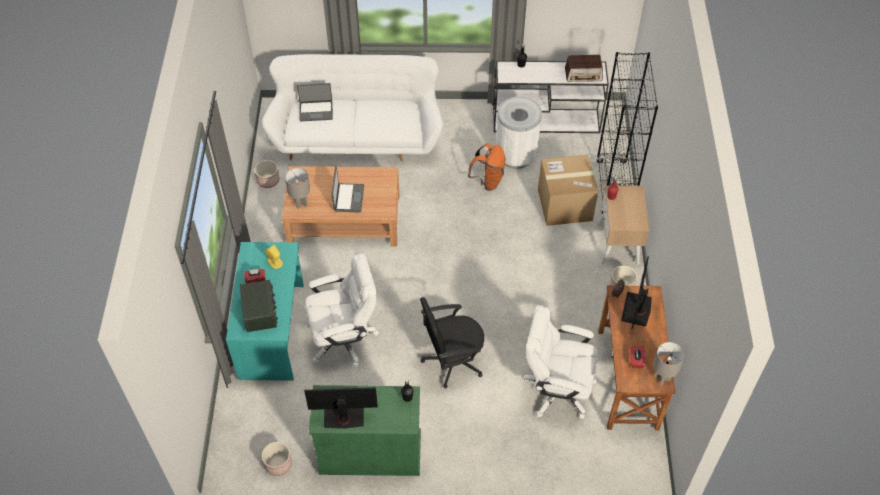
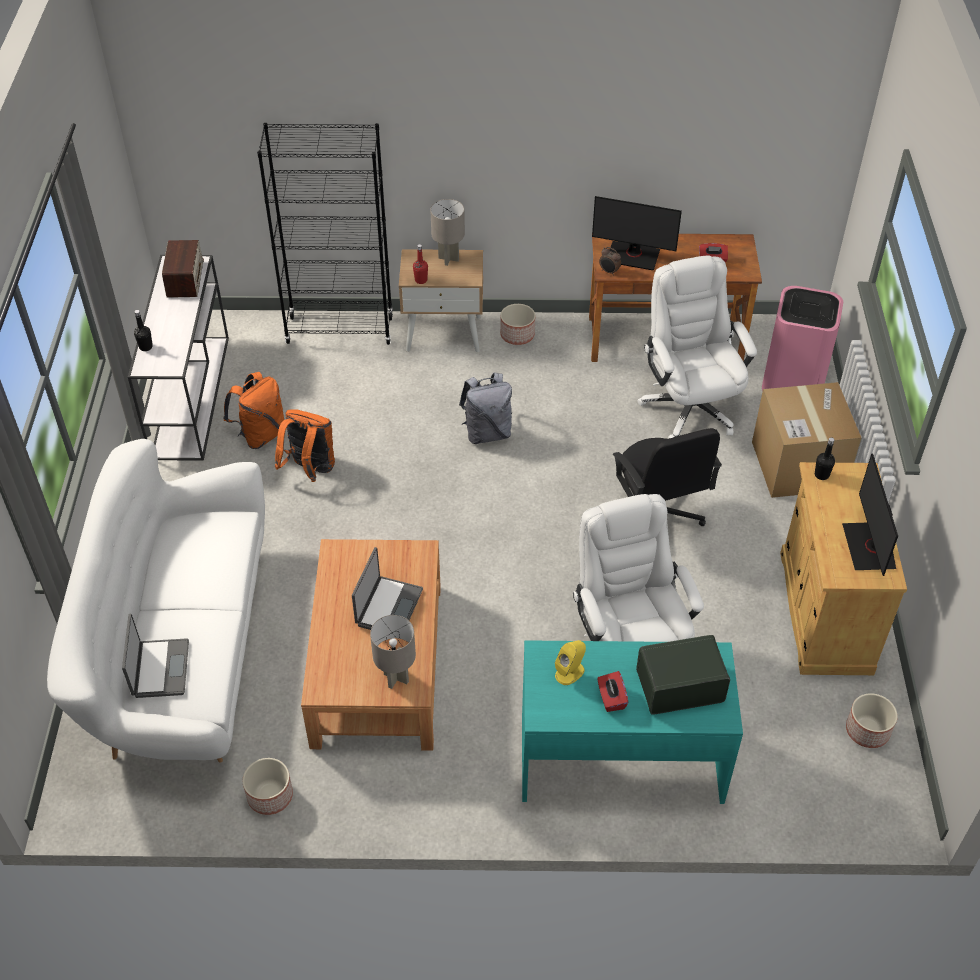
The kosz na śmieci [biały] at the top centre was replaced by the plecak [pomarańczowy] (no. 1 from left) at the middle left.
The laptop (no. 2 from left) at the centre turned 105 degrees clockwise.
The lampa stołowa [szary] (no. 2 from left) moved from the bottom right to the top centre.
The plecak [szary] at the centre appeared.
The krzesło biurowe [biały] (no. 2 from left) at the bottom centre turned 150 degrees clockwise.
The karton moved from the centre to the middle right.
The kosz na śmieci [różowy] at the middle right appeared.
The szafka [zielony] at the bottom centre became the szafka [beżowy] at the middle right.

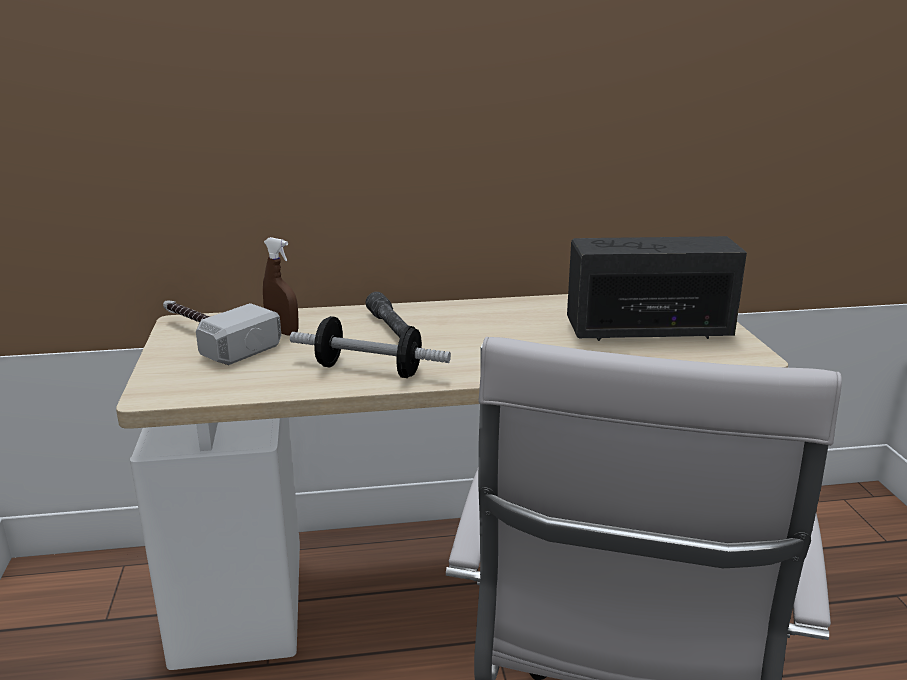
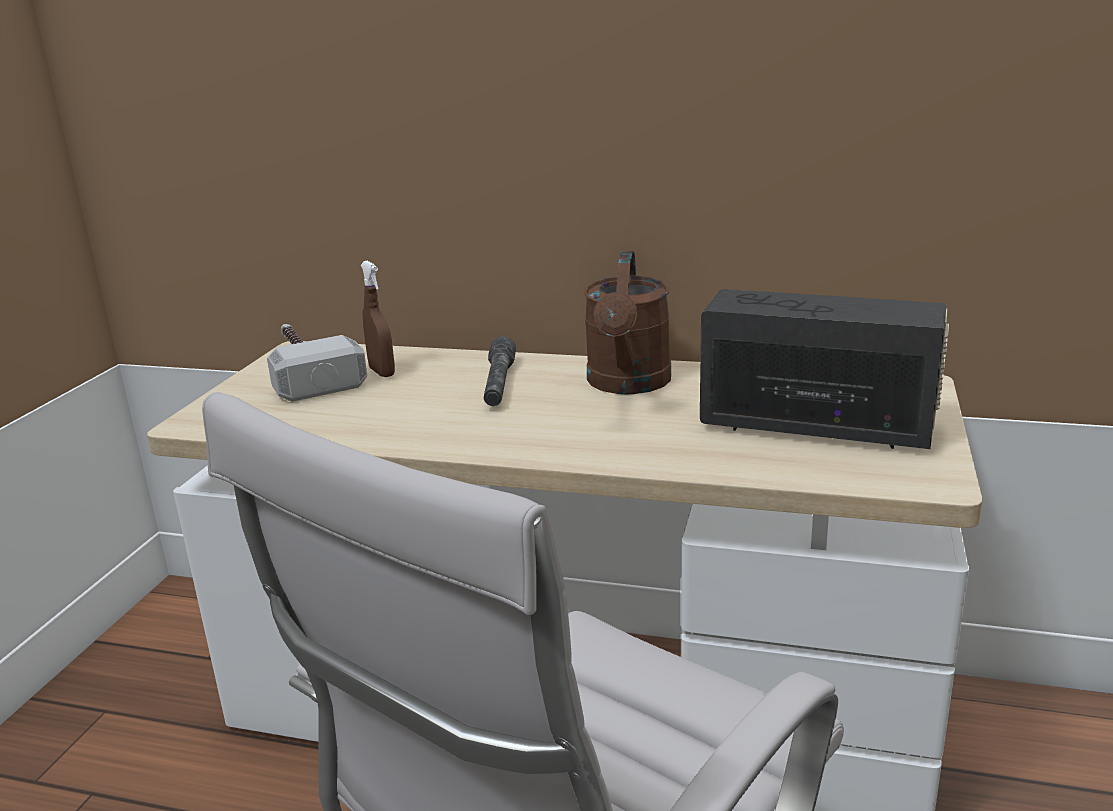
The konewka [brązowy] at the centre appeared.
The hantel at the centre disappeared.

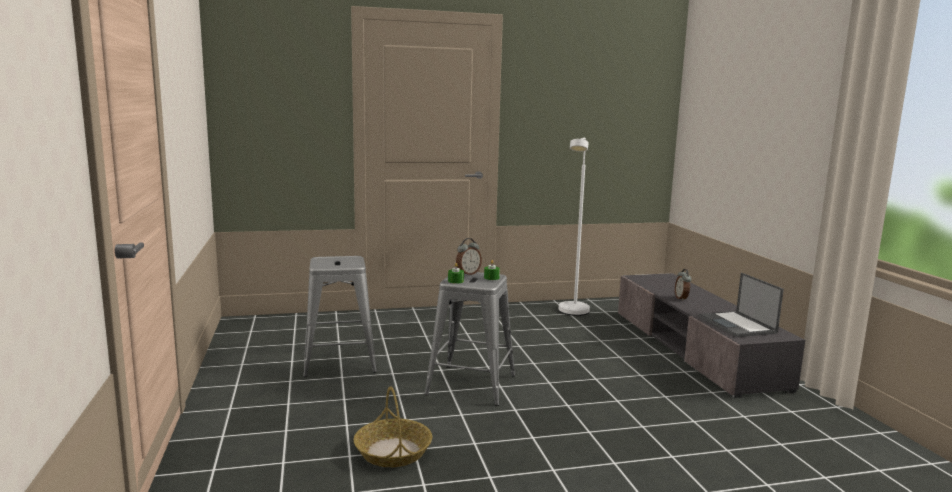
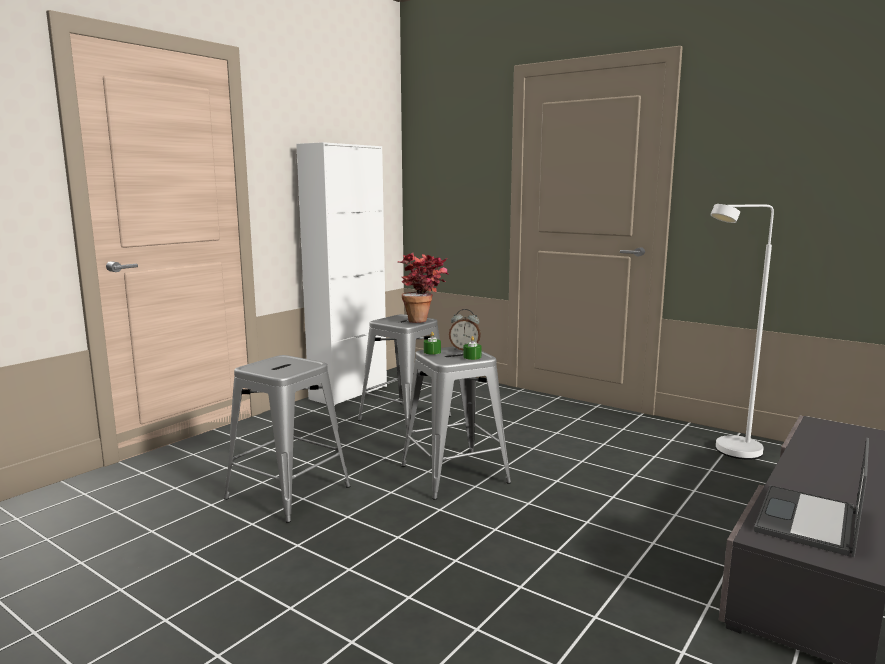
The koszyk at the bottom centre was replaced by the stołek [szary] (no. 1 from left) at the middle left.
The szafka [biały] at the centre appeared.
The roślina doniczkowa at the centre appeared.
The budzik (no. 2 from left) at the middle right disappeared.

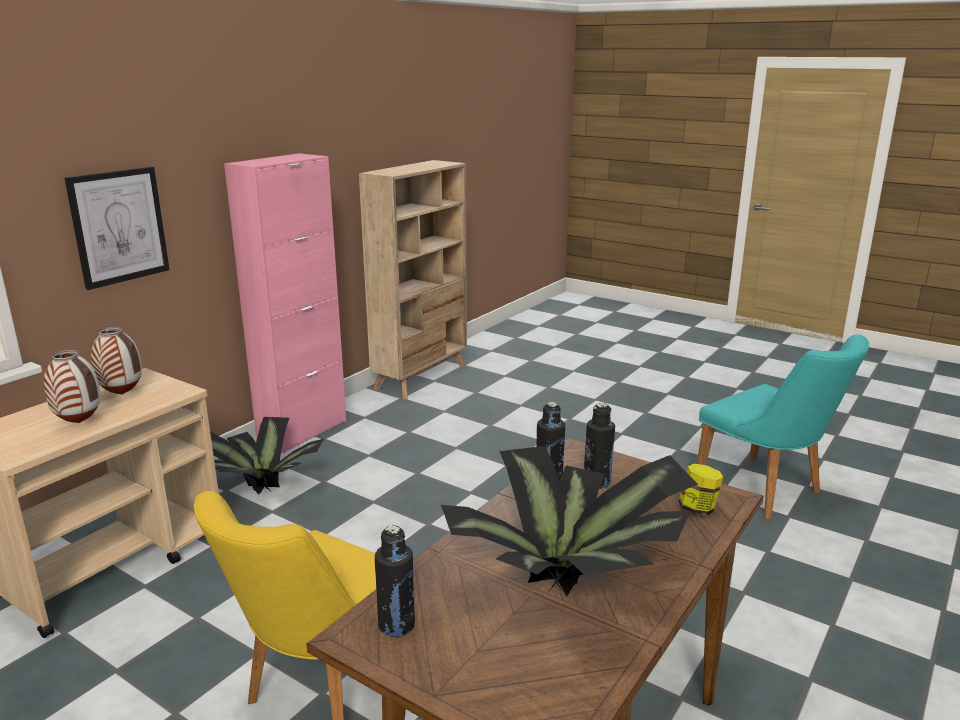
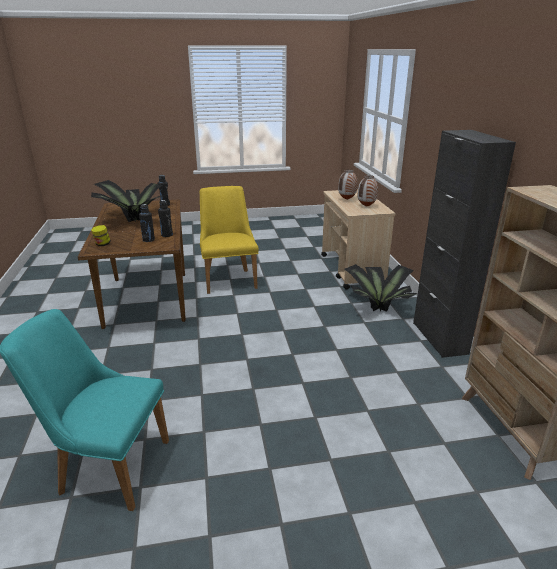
The szafka [różowy] at the middle left became the szafka [czarny] at the middle right.
The obraz at the top left disappeared.

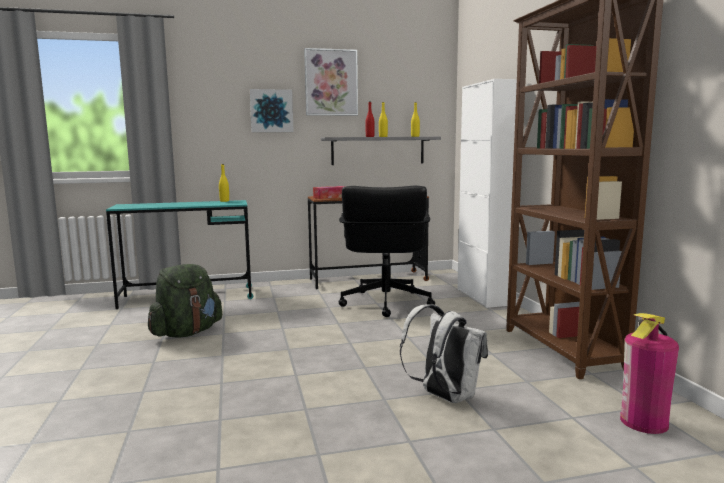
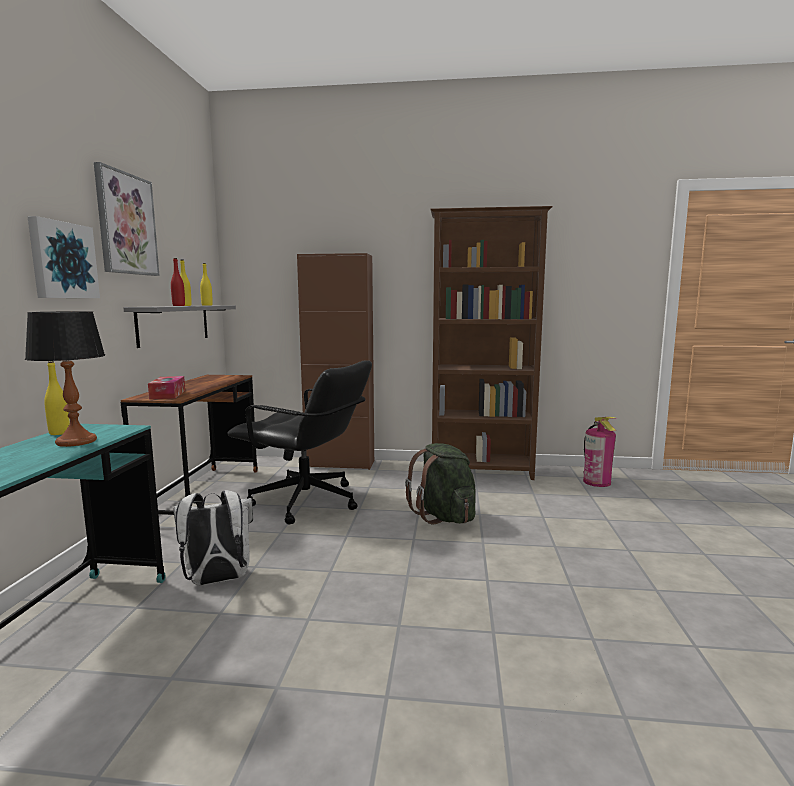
The lampa stołowa at the middle left appeared.
The plecak [biały] moved from the bottom centre to the bottom left.
The szafka [biały] at the middle right became the szafka [brązowy] at the centre.
The plecak [zielony] moved from the middle left to the centre.

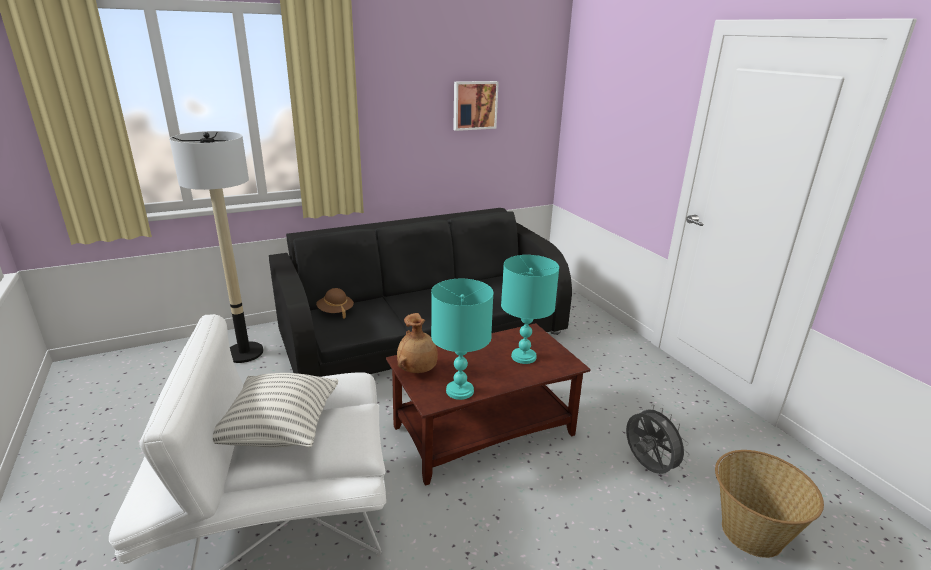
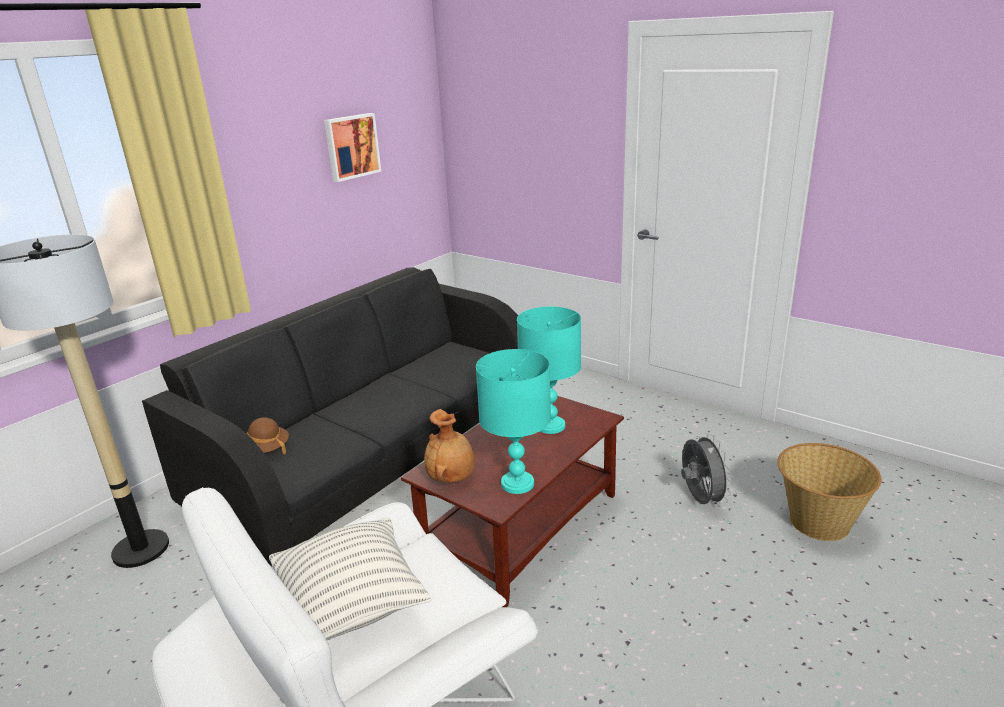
The wentylator [szary] at the bottom right turned 45 degrees clockwise.

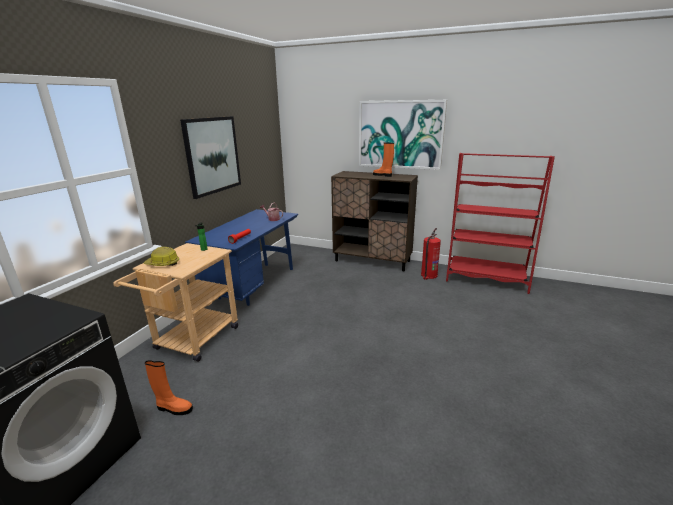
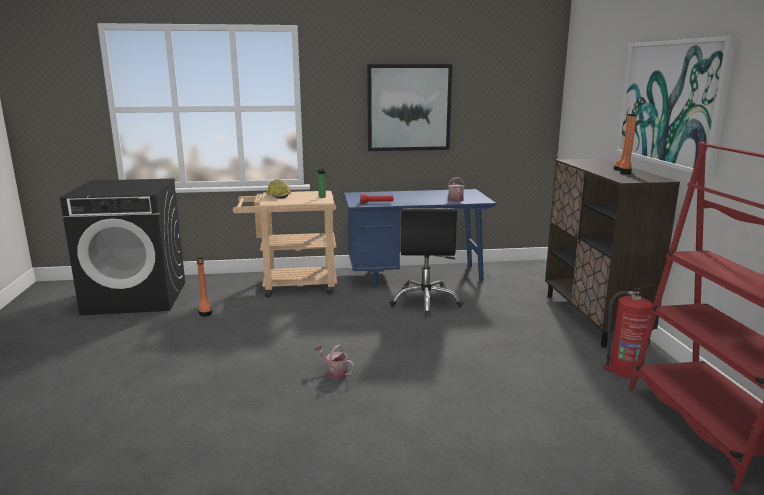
The konewka (no. 1 from left) at the bottom centre appeared.
The krzesło biurowe [czarny] at the centre appeared.

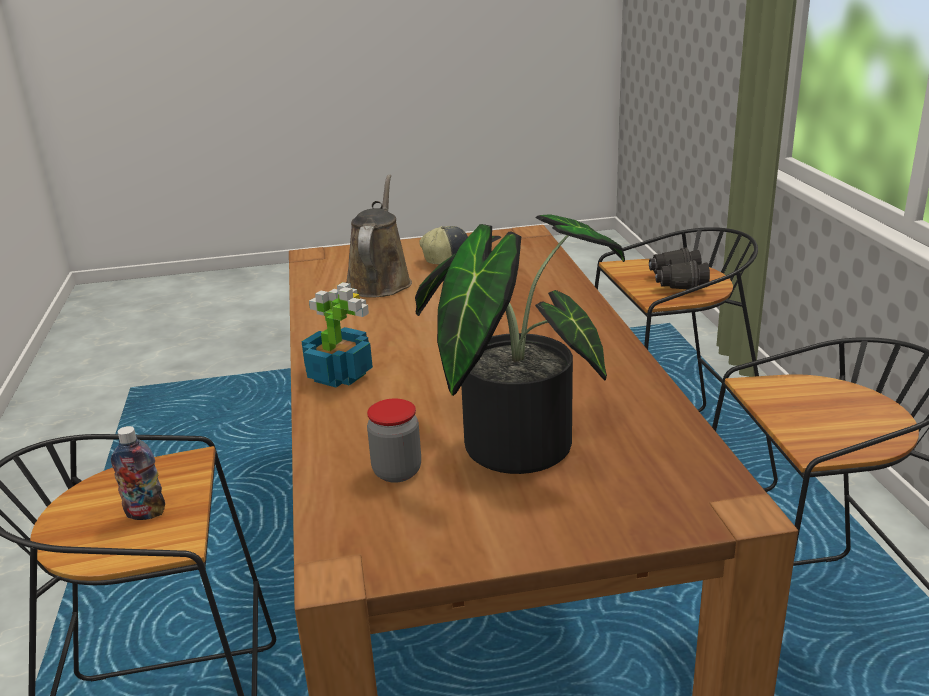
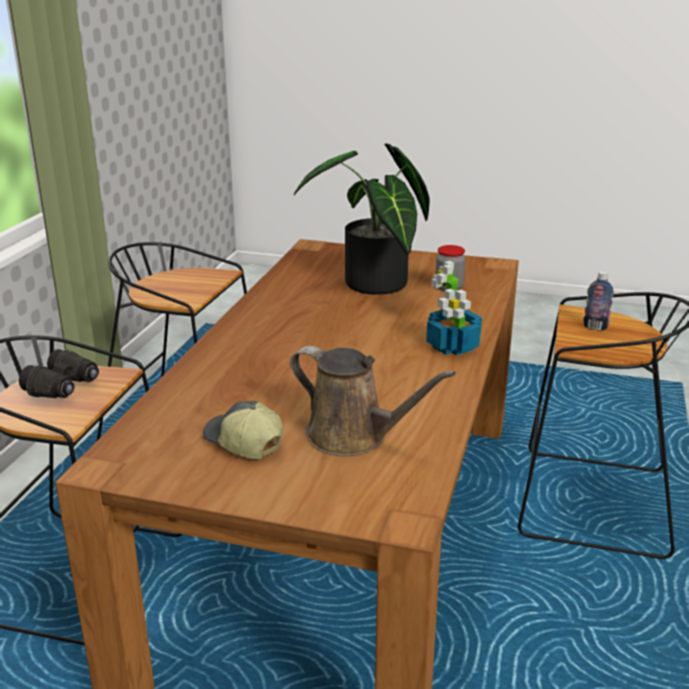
The konewka [brązowy] at the centre turned 90 degrees counterclockwise.

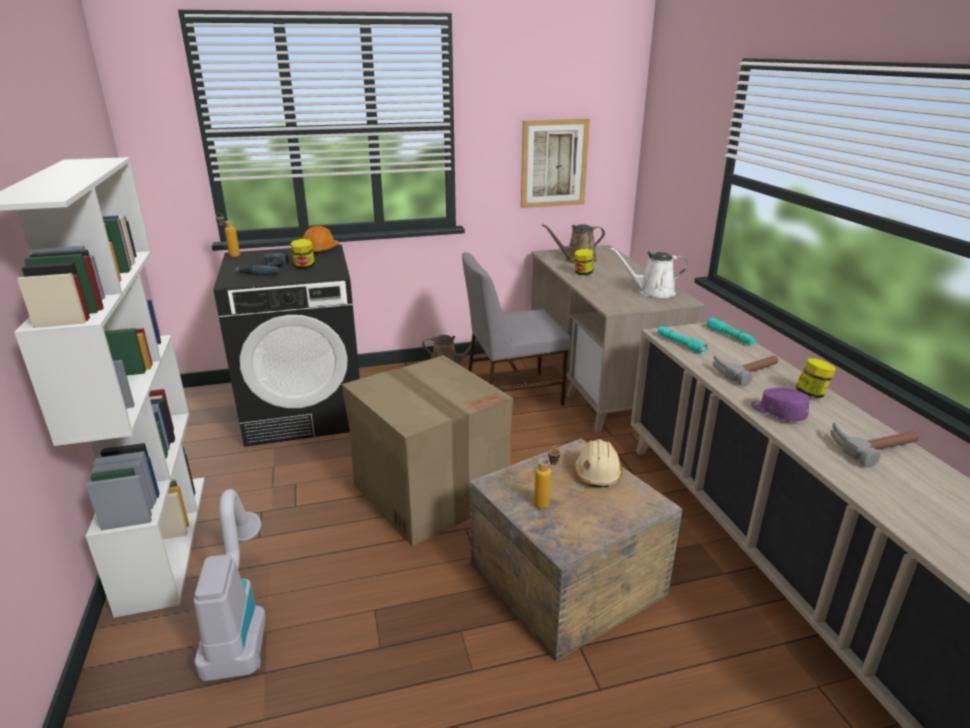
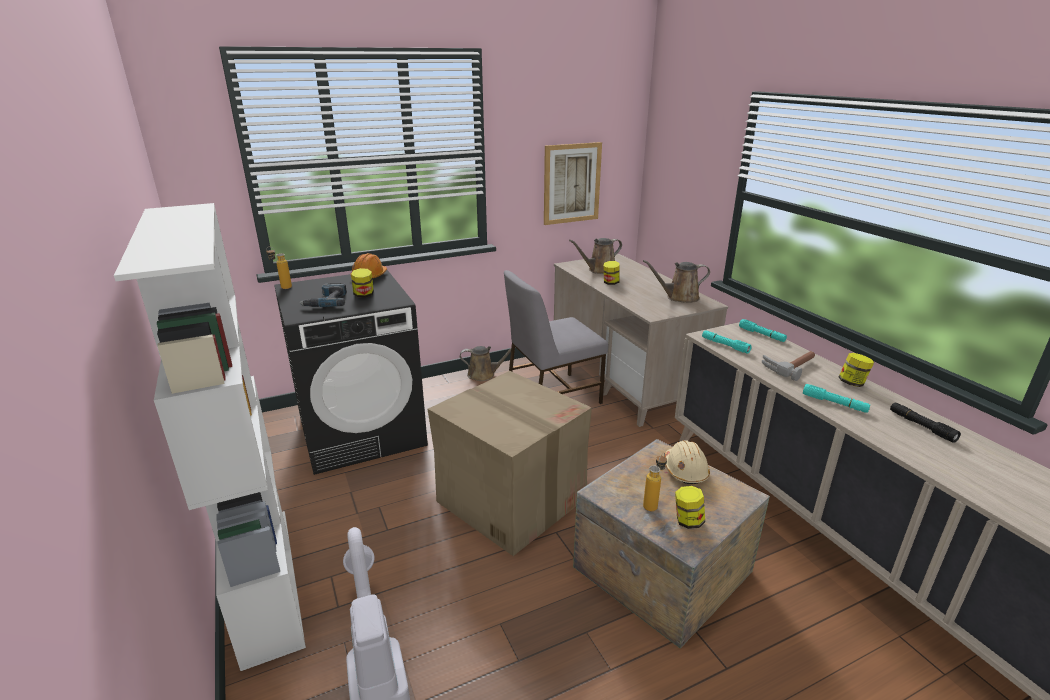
The konewka [biały] at the middle right became the konewka [brązowy] (no. 3 from left) at the centre.
The słoik (no. 3 from left) at the bottom centre appeared.
The czapka z daszkiem [fioletowy] at the middle right was replaced by the latarka [turkusowy] (no. 3 from left) at the middle right.
The młotek (no. 2 from left) at the middle right was replaced by the latarka [czarny] at the middle right.

